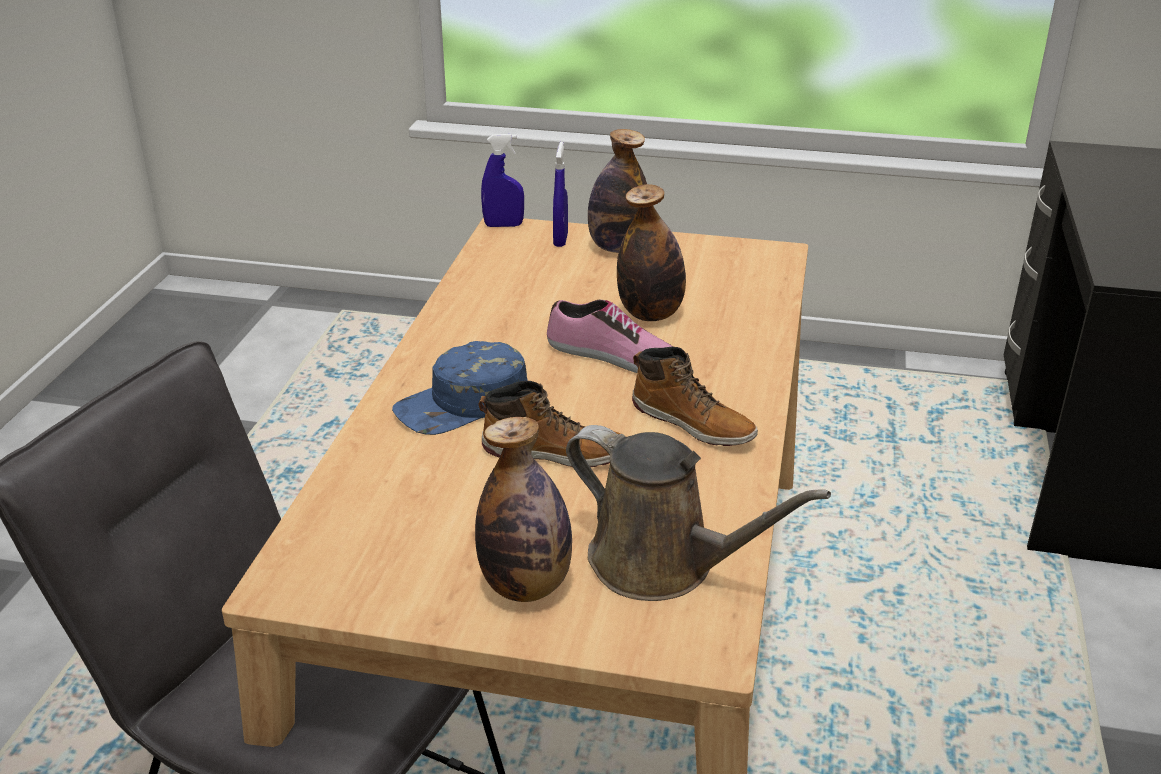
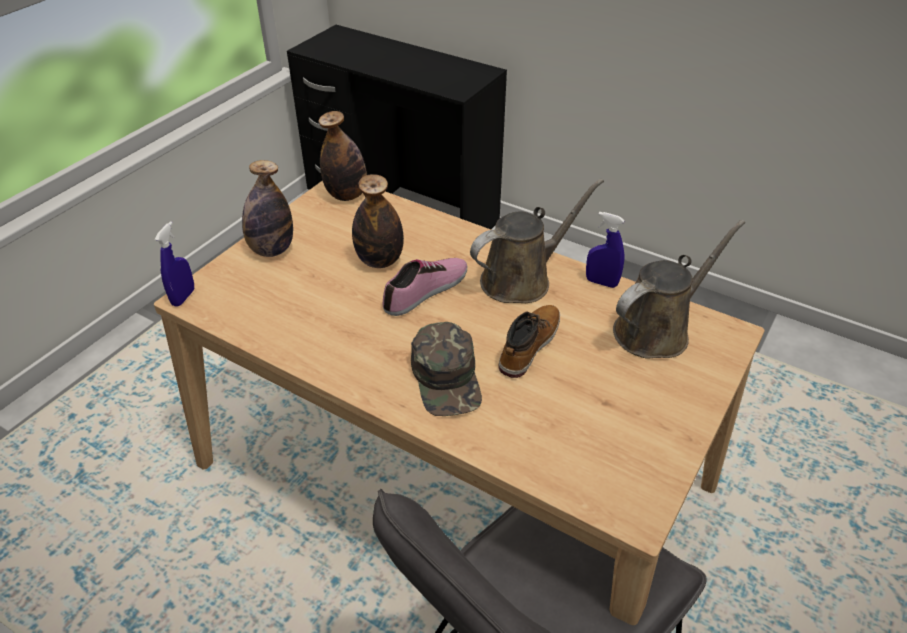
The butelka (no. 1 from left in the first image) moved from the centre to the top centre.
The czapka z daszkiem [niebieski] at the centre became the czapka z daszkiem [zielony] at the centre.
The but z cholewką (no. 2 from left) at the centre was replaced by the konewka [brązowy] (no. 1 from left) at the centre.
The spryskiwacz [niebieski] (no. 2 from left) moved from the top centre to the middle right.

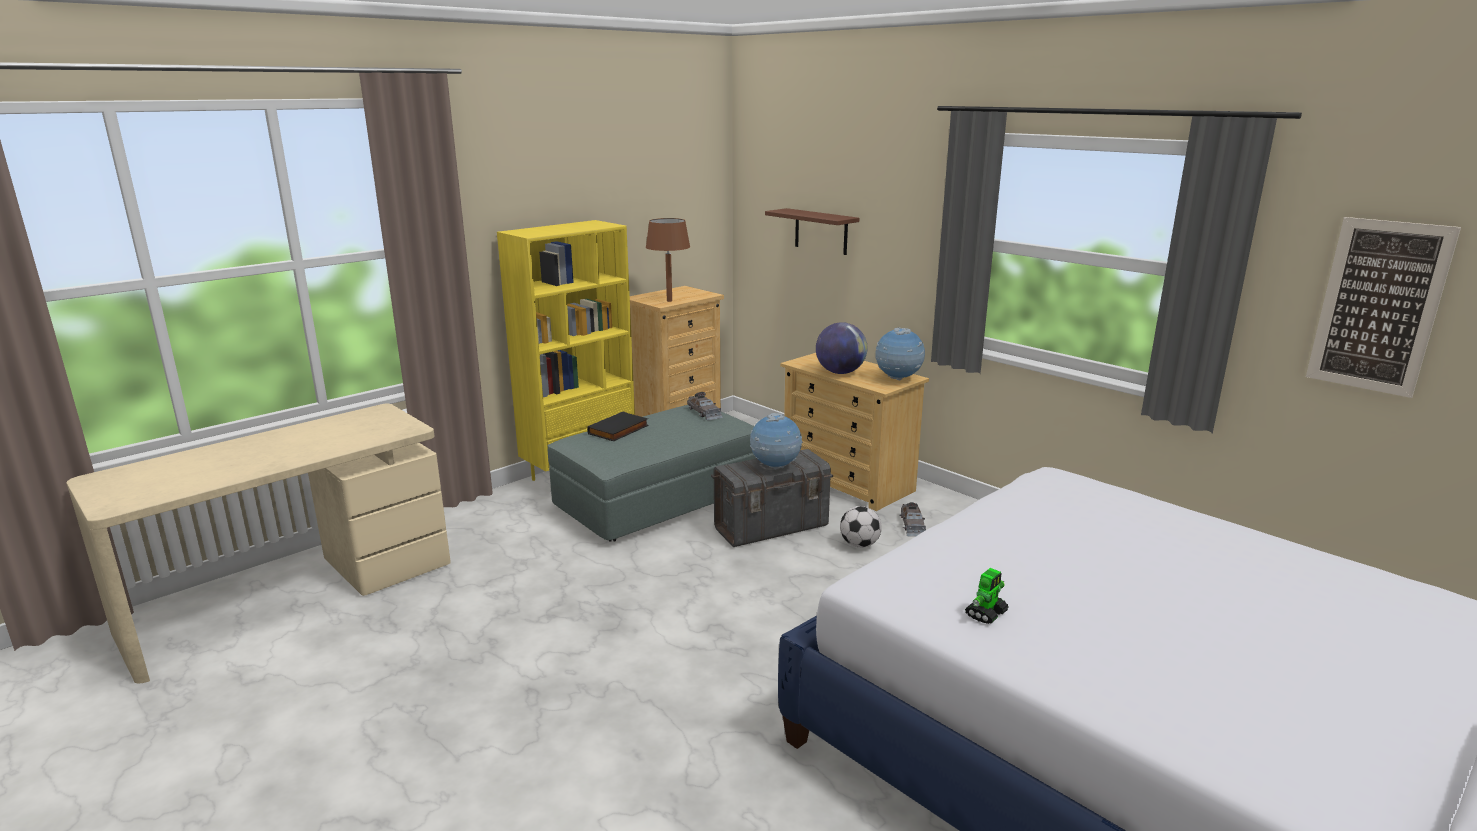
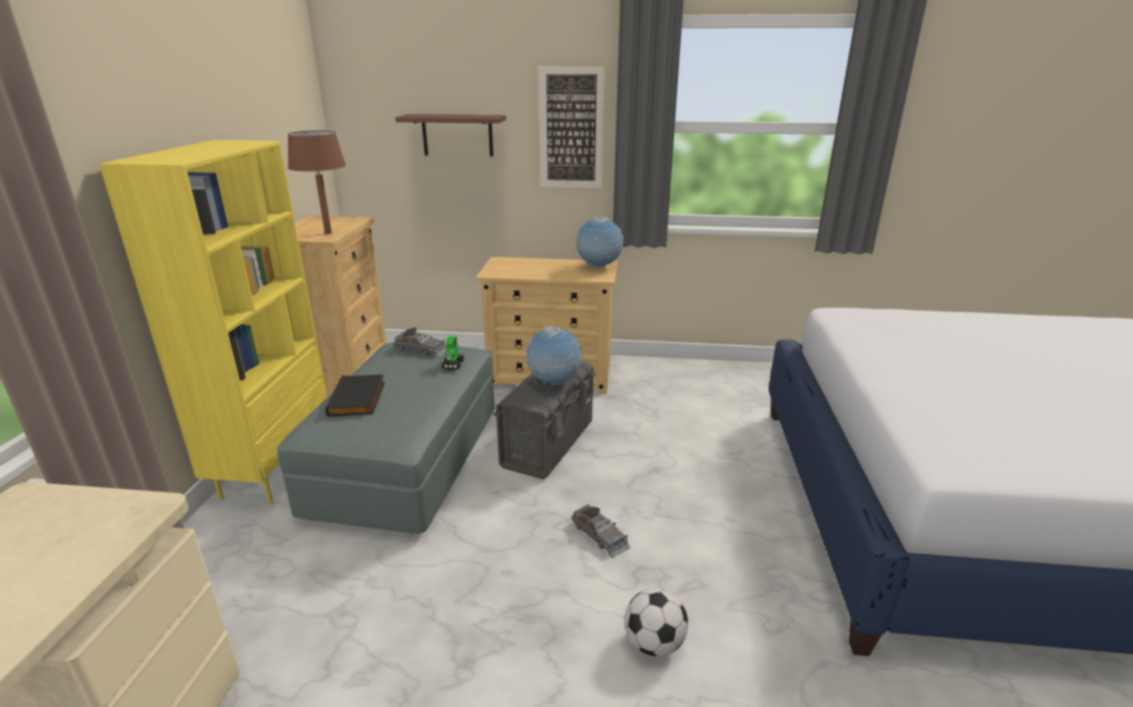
The robot zabawkowy moved from the bottom right to the centre.
The obraz moved from the middle right to the top centre.
The samochodzik [szary] (no. 2 from left) moved from the centre to the bottom centre.
The piłka futbolowa moved from the centre to the bottom centre.
The globus (no. 2 from left) at the centre disappeared.

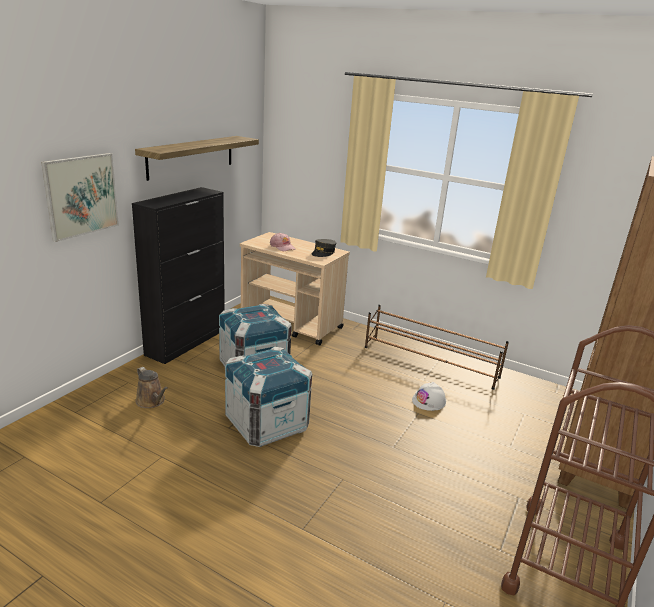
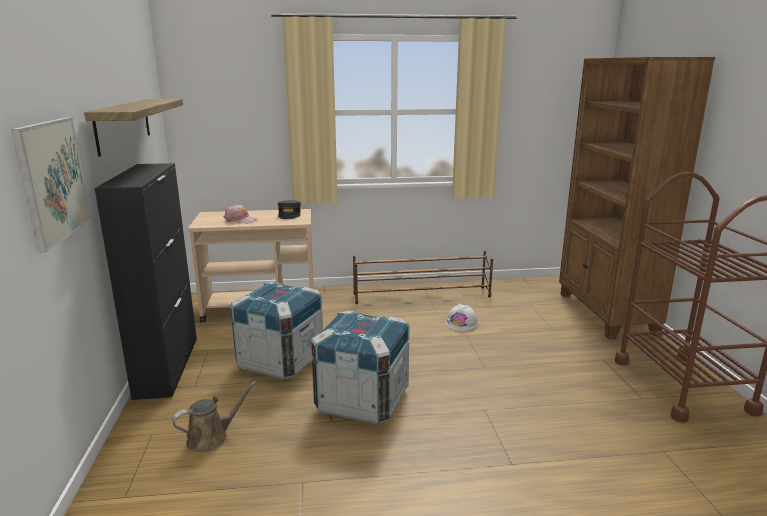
The konewka [brązowy] at the middle left turned 45 degrees counterclockwise.

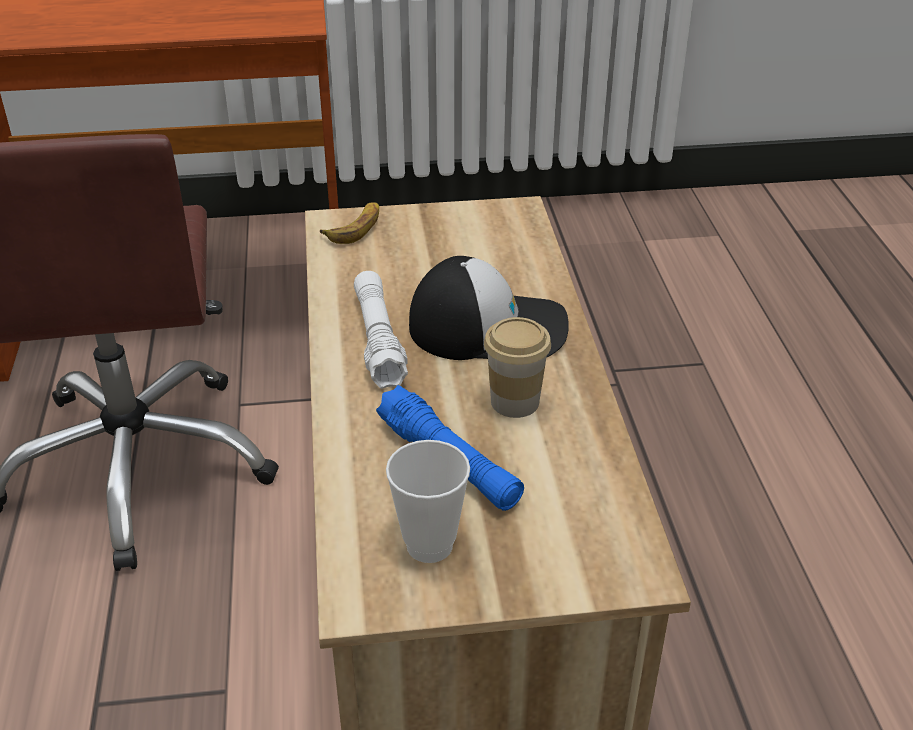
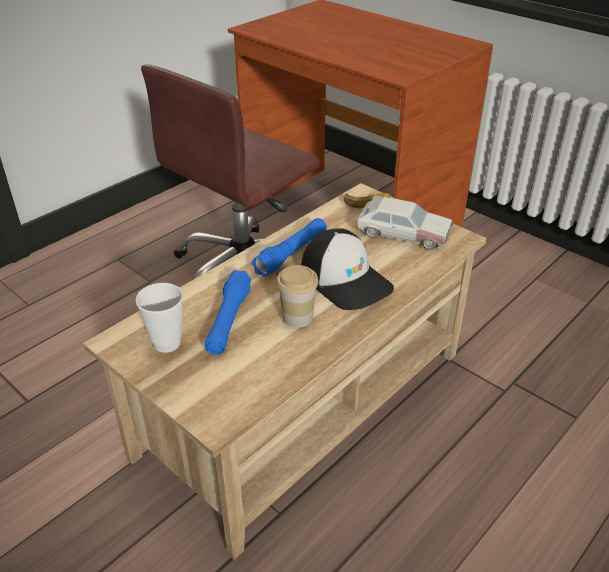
The latarka [biały] at the centre became the latarka [niebieski] (no. 2 from left) at the centre.
The samochodzik at the centre appeared.

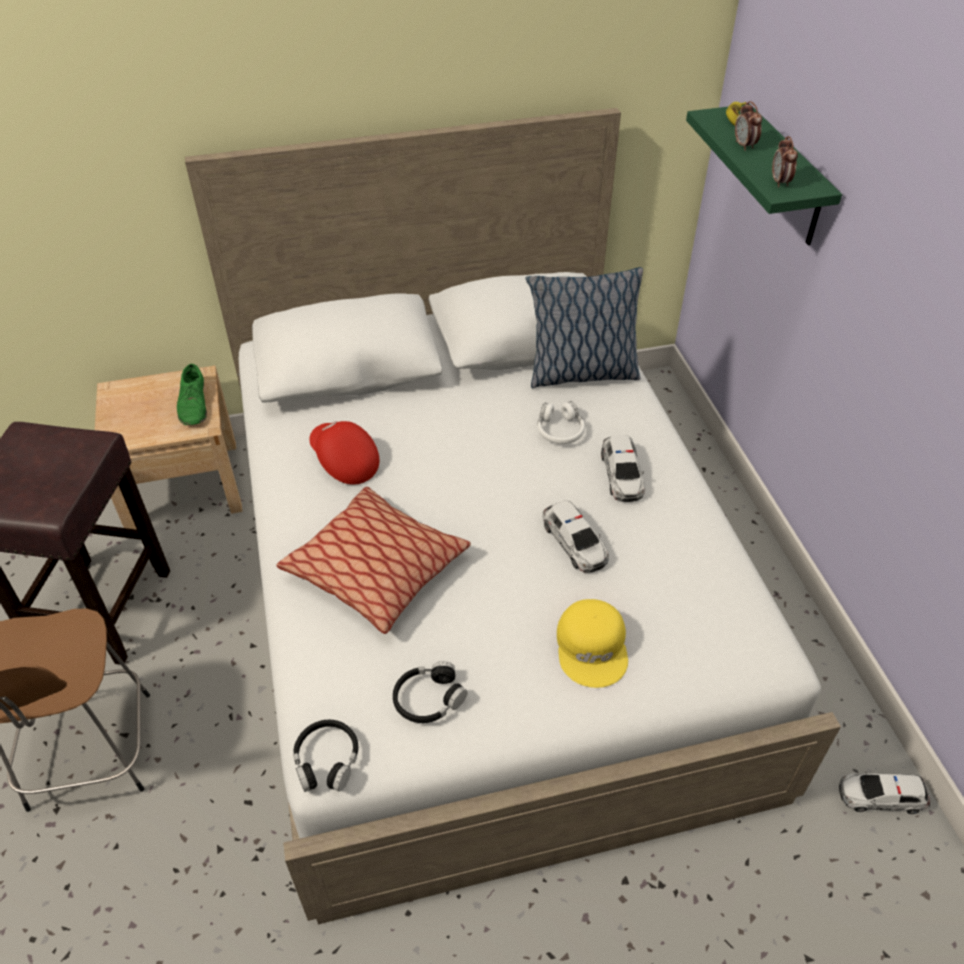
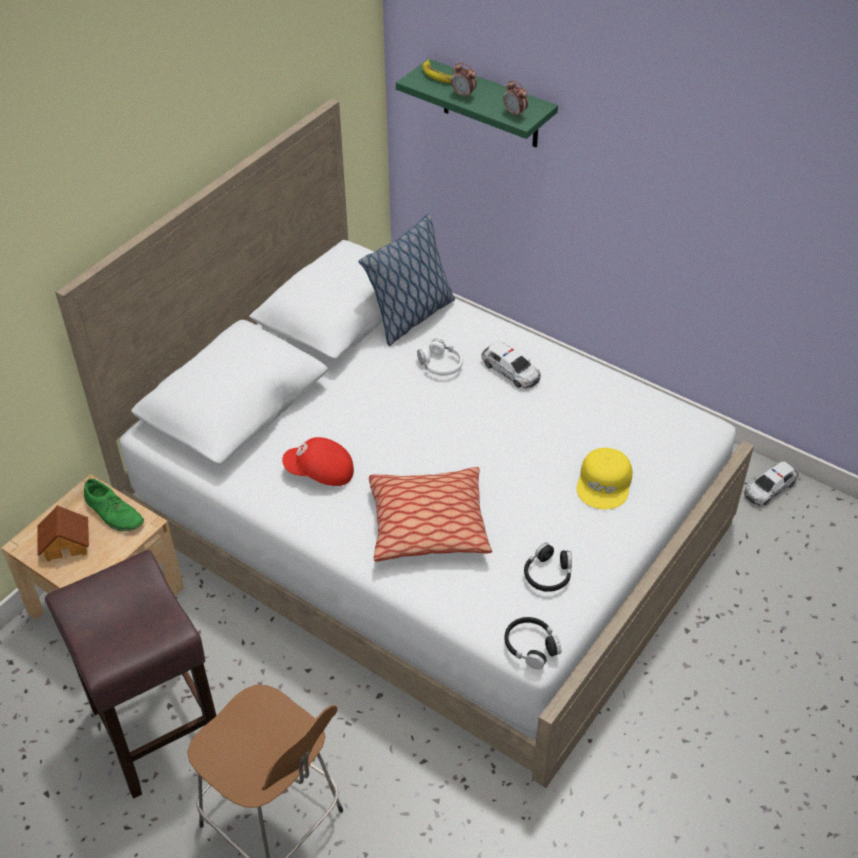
The domek at the middle left appeared.
The czapka z daszkiem [żółty] at the bottom centre turned 60 degrees clockwise.
The samochodzik (no. 1 from left) at the centre disappeared.

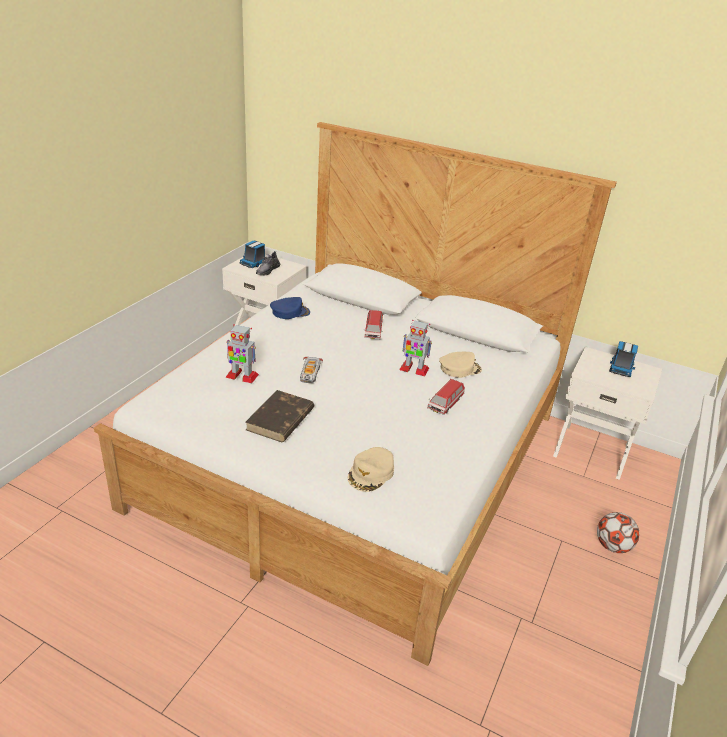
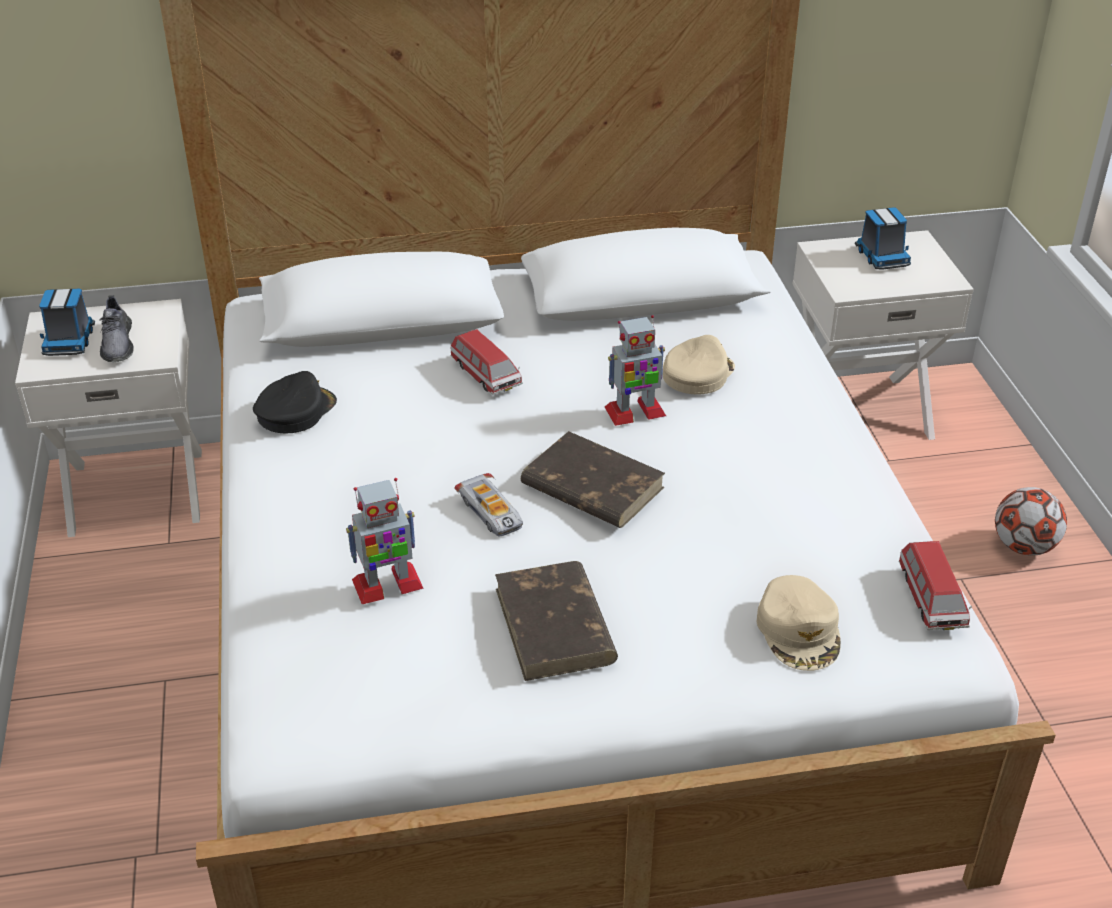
The czapka z daszkiem [niebieski] at the centre became the czapka z daszkiem [czarny] at the middle left.
The książka [brązowy] (no. 2 from left) at the centre appeared.
The samochodzik (no. 3 from left) moved from the centre to the middle right.

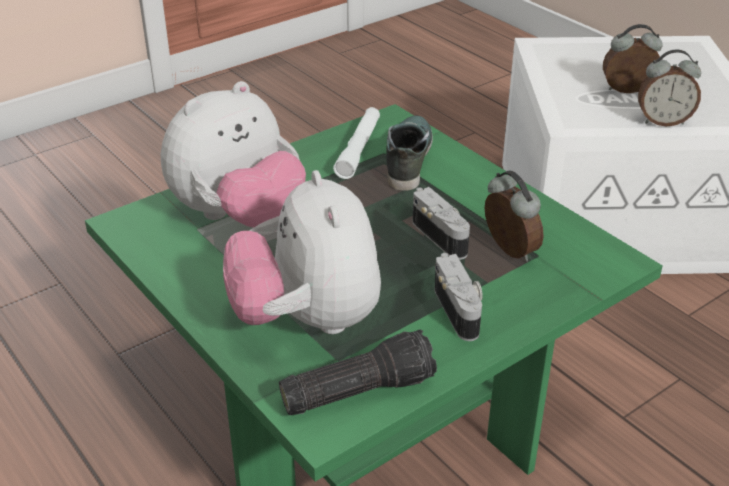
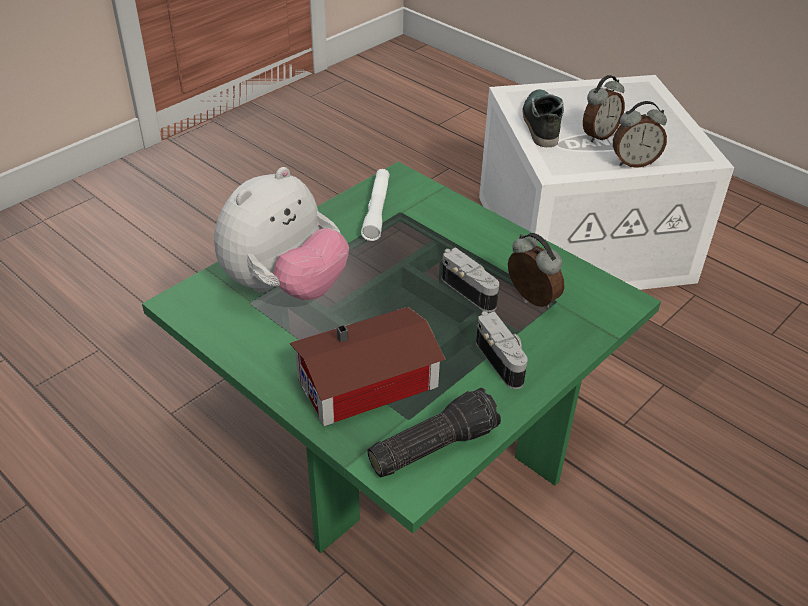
The pluszak (no. 2 from left) at the centre was replaced by the domek at the centre.
The but moved from the top centre to the top right.
The budzik (no. 2 from left) at the top right turned 150 degrees clockwise.

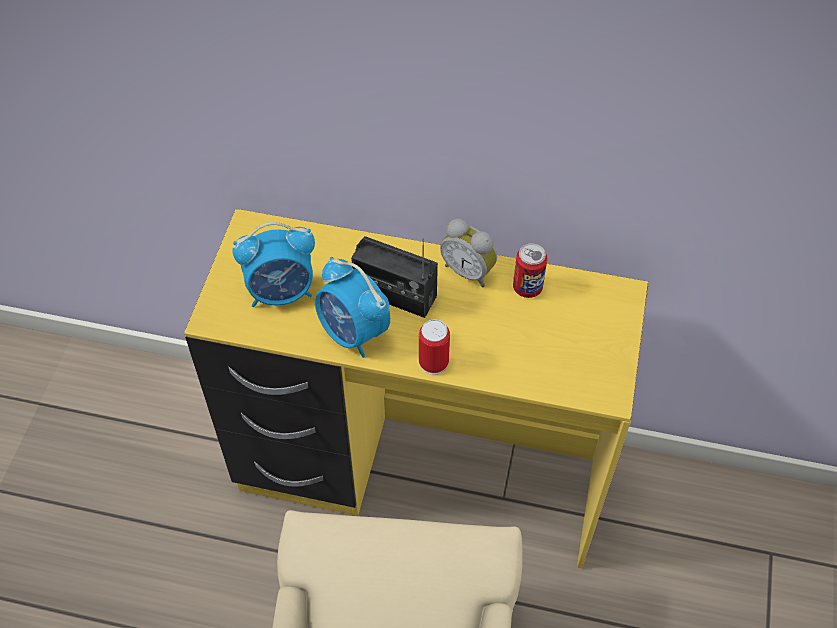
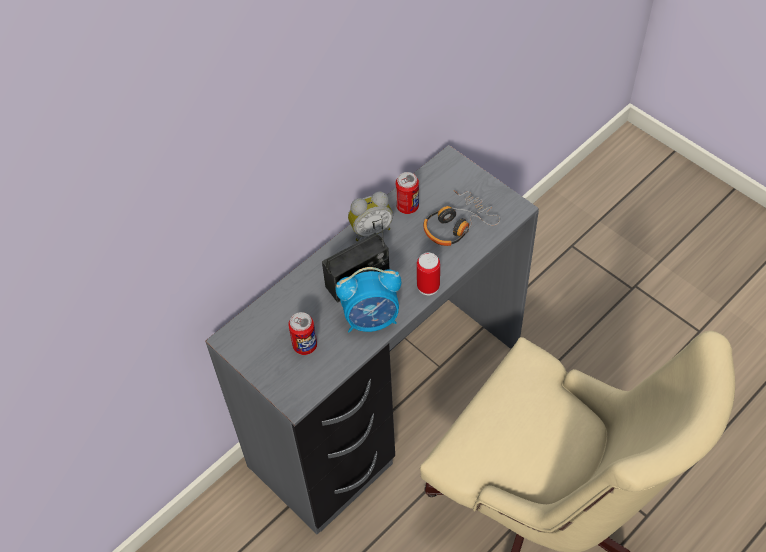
The biurko [żółty] at the centre became the biurko [szary] at the centre.
The budzik (no. 1 from left) at the middle left was replaced by the puszka (no. 1 from left) at the centre.
The słuchawki at the centre appeared.

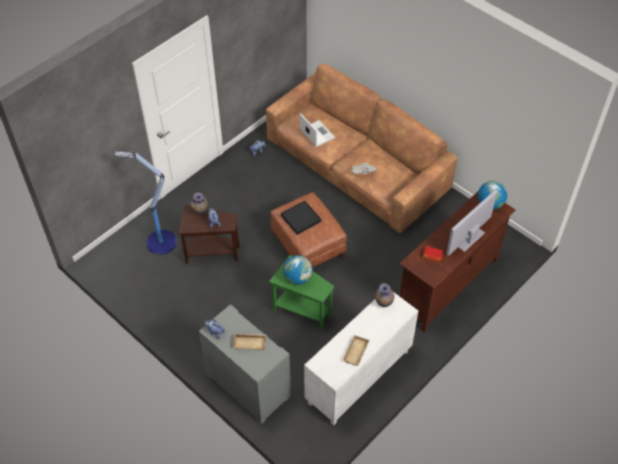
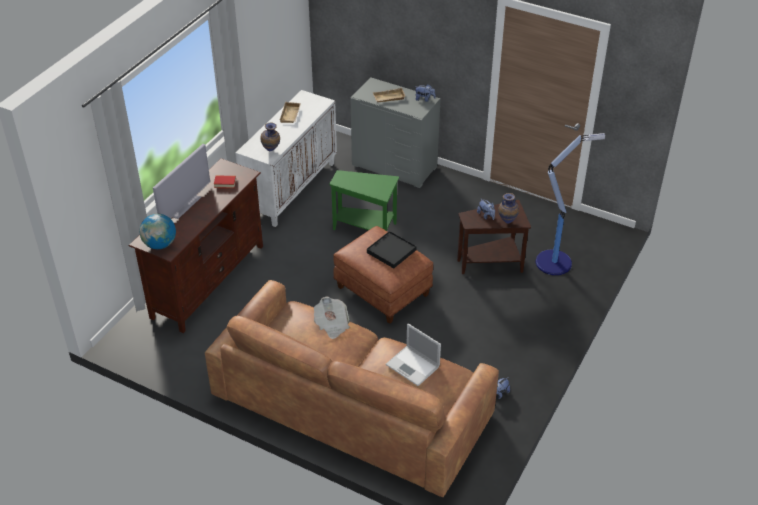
The globus (no. 1 from left) at the centre disappeared.

